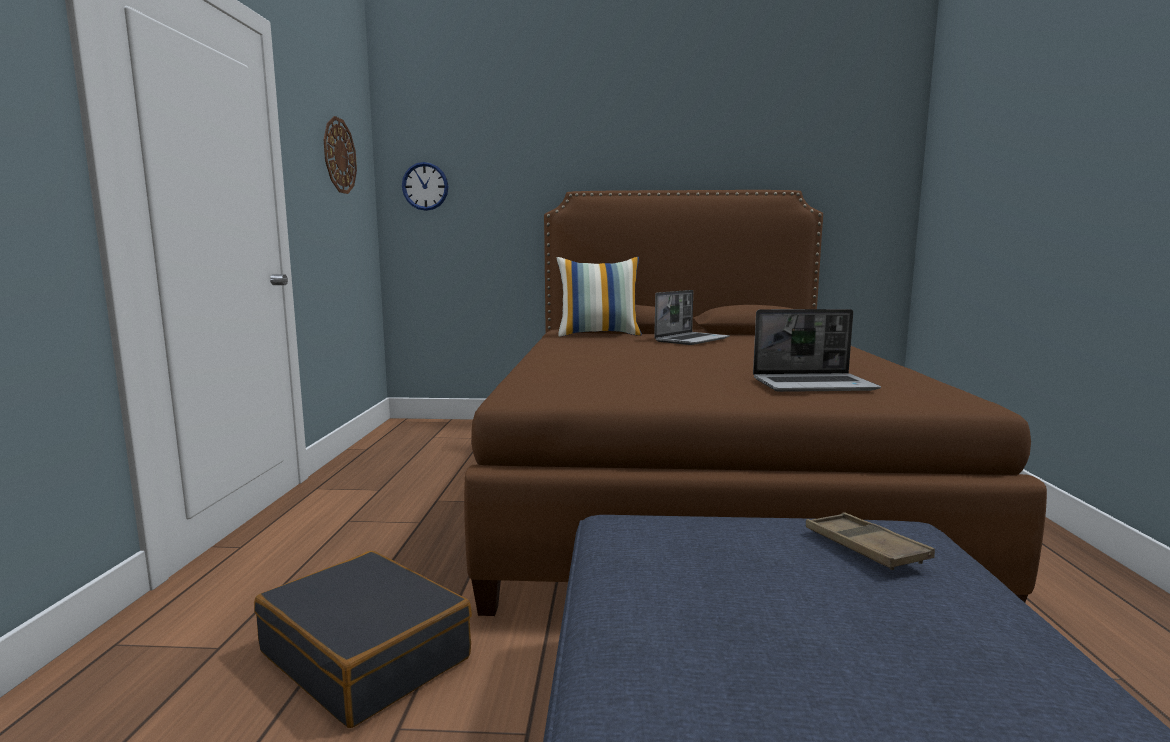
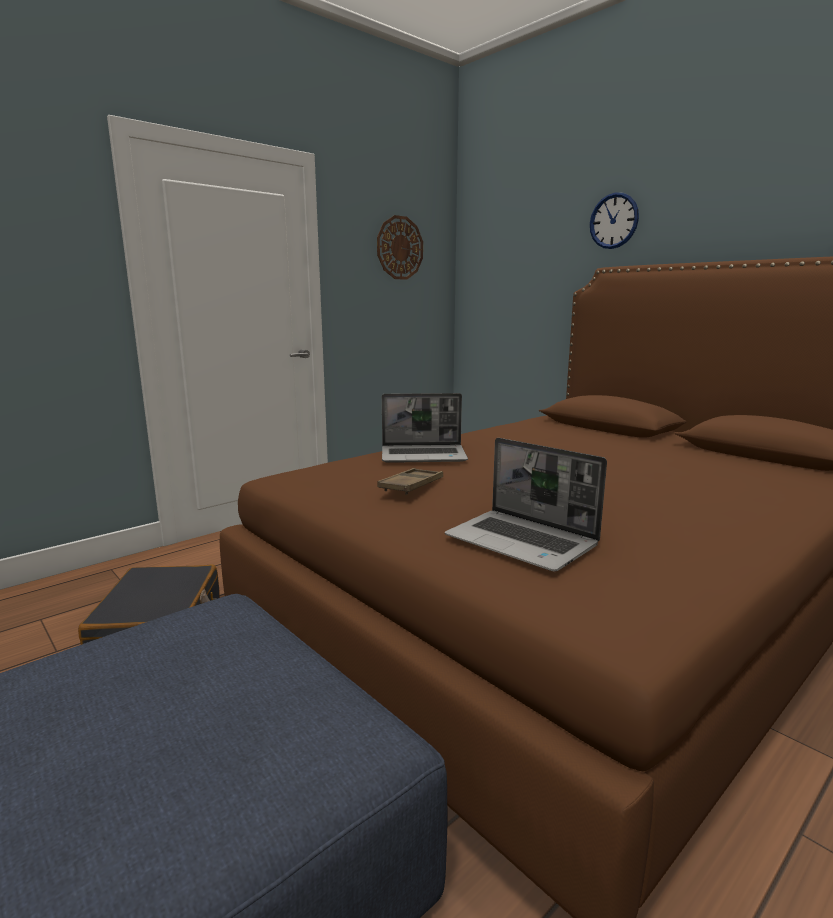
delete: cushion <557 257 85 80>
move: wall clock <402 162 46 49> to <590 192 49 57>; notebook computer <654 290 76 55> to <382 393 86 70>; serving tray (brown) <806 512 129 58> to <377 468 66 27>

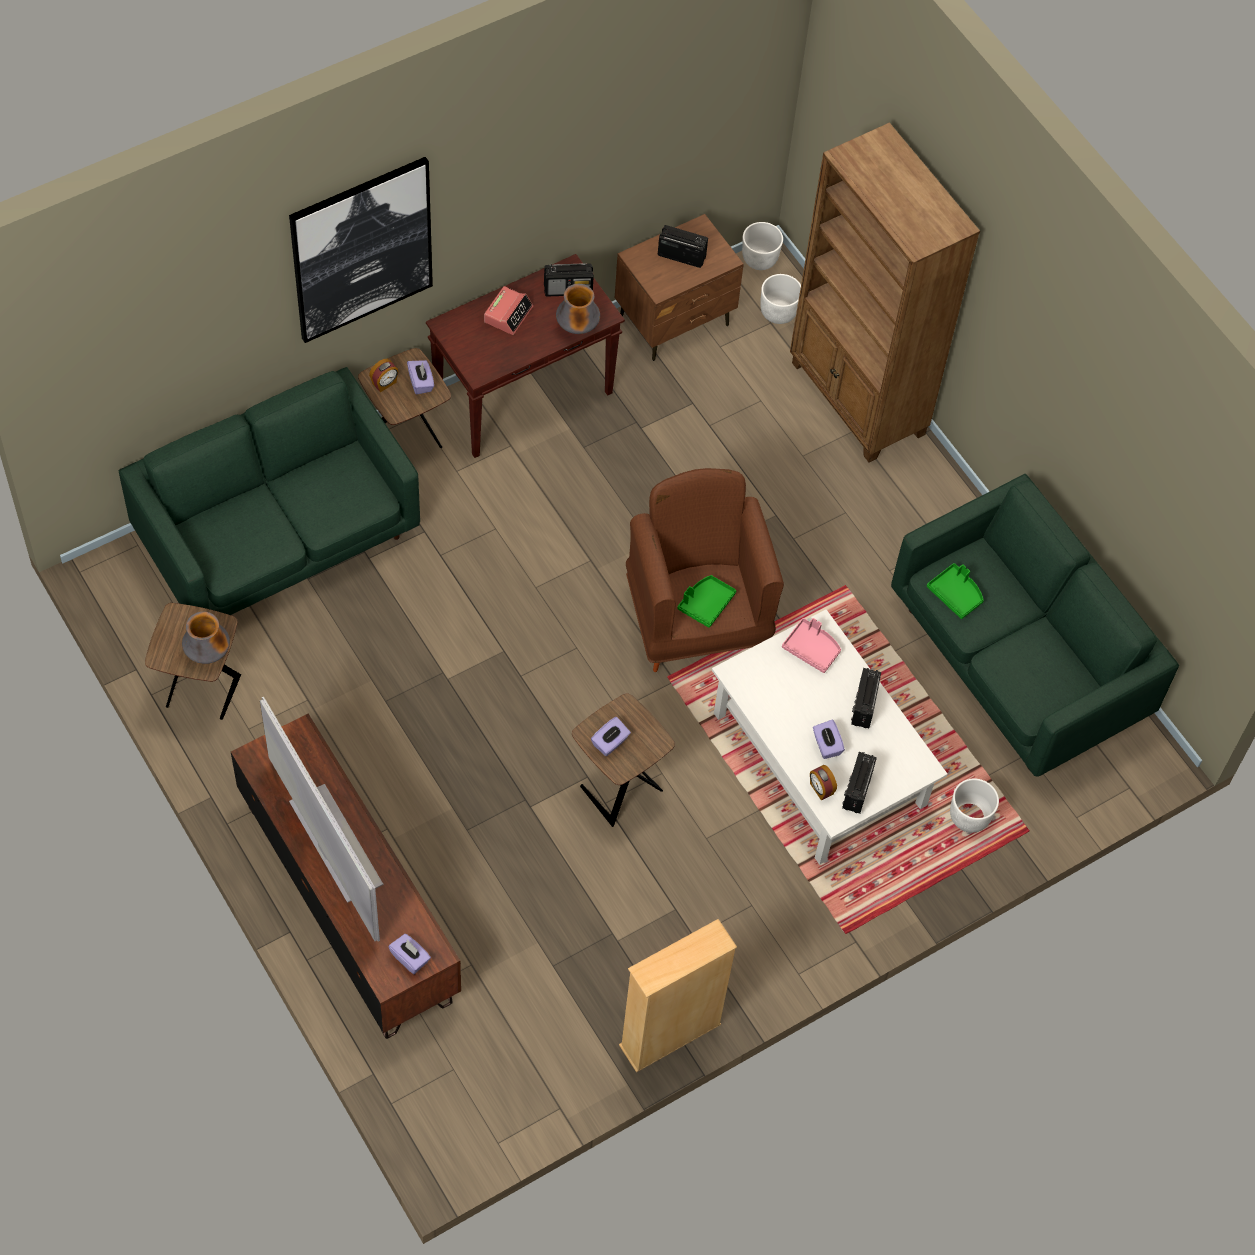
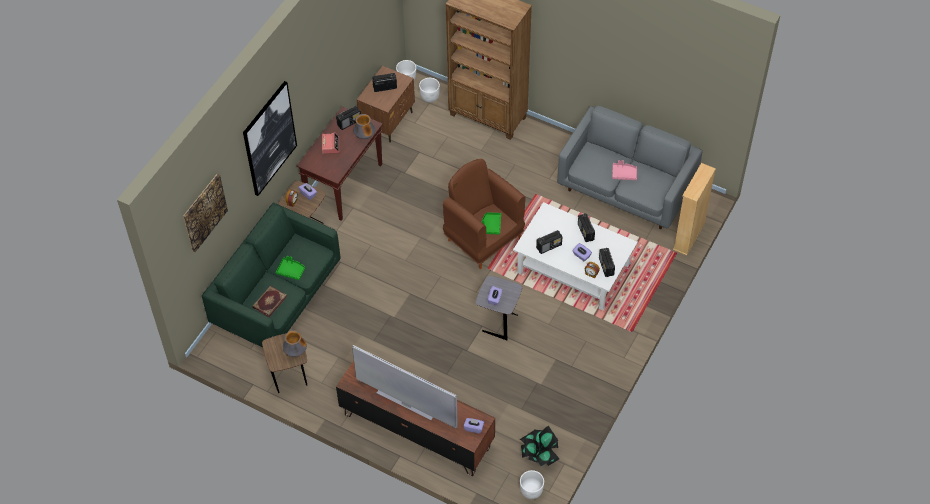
insert: wall picture <183 174 45 78>; radio set <536 230 26 24>; bound book <252 286 35 31>; houseplant <520 425 39 41>
move: serving tray (green) <927 563 57 56> to <276 256 29 24>; serving tray (pink-coloured) <782 618 59 55> to <612 160 25 20>; plant pot (whitish) <950 778 49 55> to <520 470 24 29>; bookshelf (sand-coloured) <619 919 118 154> to <673 163 43 93>
recolor: settee (green) <891 474 288 303> to settee (grey) <557 106 146 123>; accent table (brown) <572 694 103 133> to accent table (grey) <476 276 46 64>

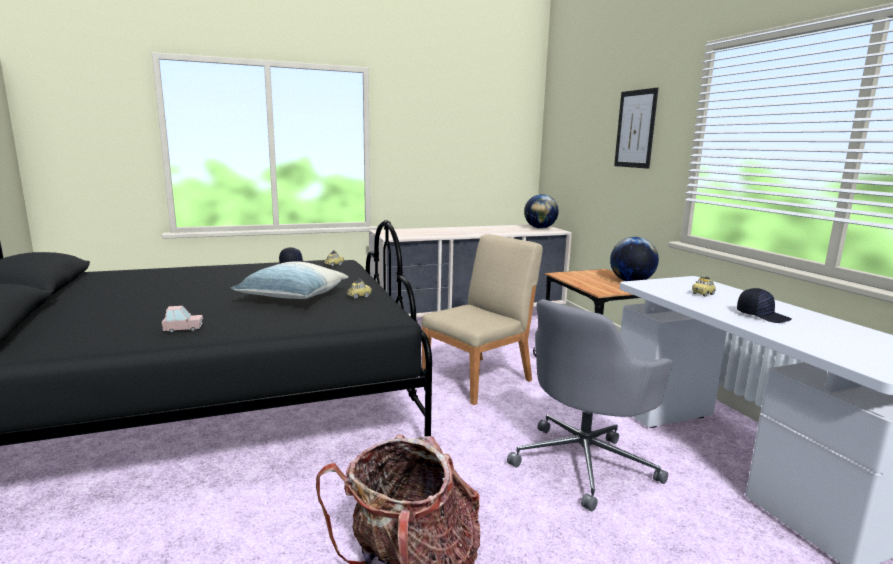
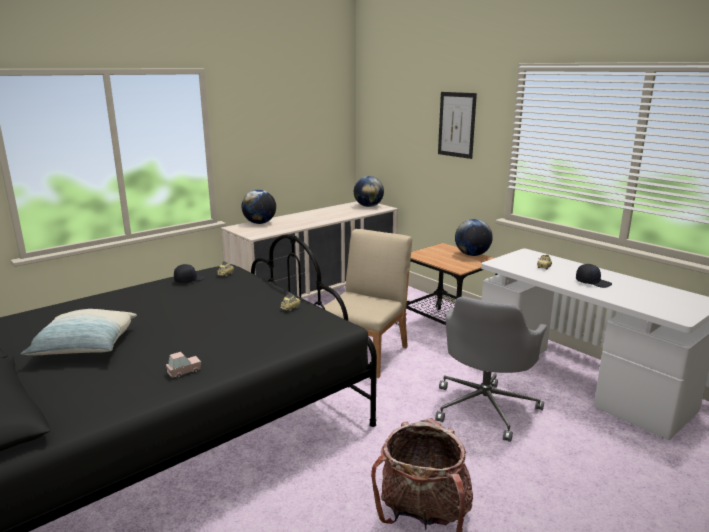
insert: globe <241 189 35 35>
move: cushion <231 261 117 38> to <21 309 116 46>

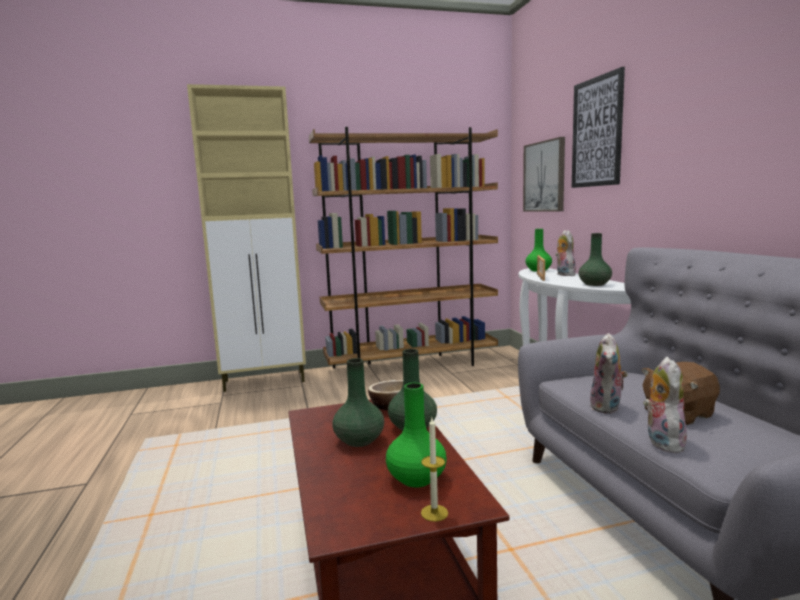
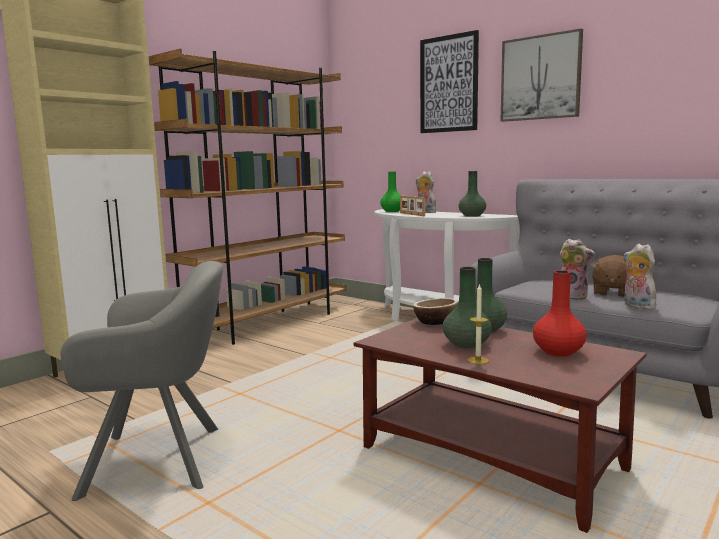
insert: easy chair (grey) <60 261 163 240>
move: wall picture <523 137 42 74> to <501 29 82 93>; wax light <421 418 27 104> to <468 283 21 81>
recolor: flower vase (green) <386 383 61 104> to flower vase (red-coloured) <533 270 54 87>
rotate: cuddly toy <590 333 38 81> = <560 239 35 61> 45 degrees counterclockwise

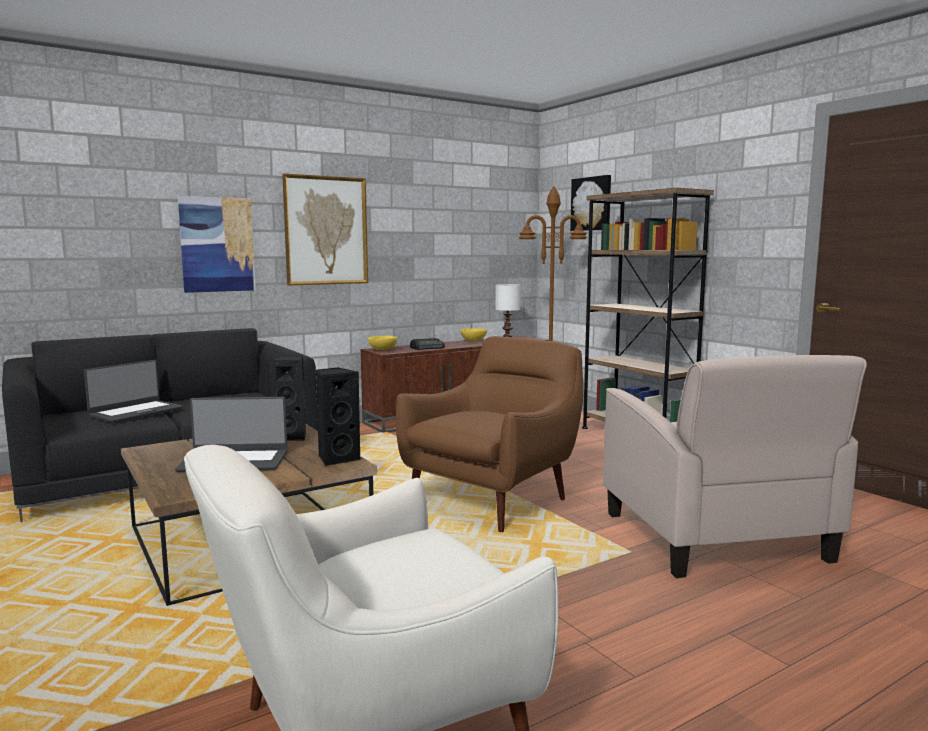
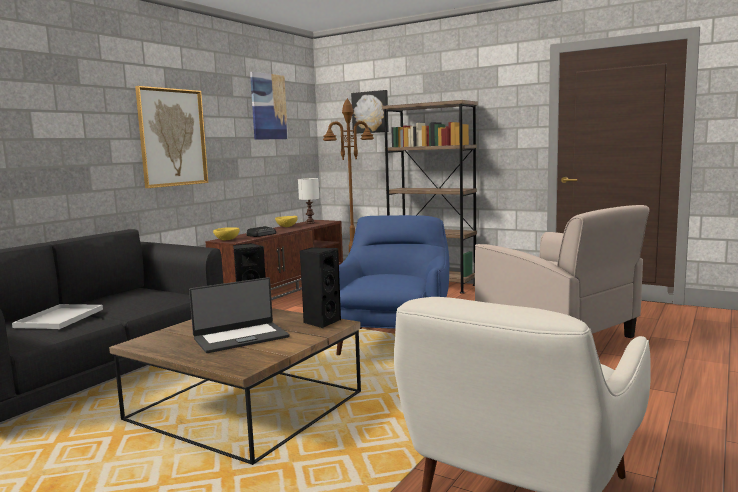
move: wall picture <178 196 77 97> to <250 72 38 68>
replace: notebook computer <84 360 99 63> to serving tray (whitish) <12 304 91 25>
recolor: easy chair (brown) <396 336 188 196> to easy chair (bluish) <336 215 113 140>

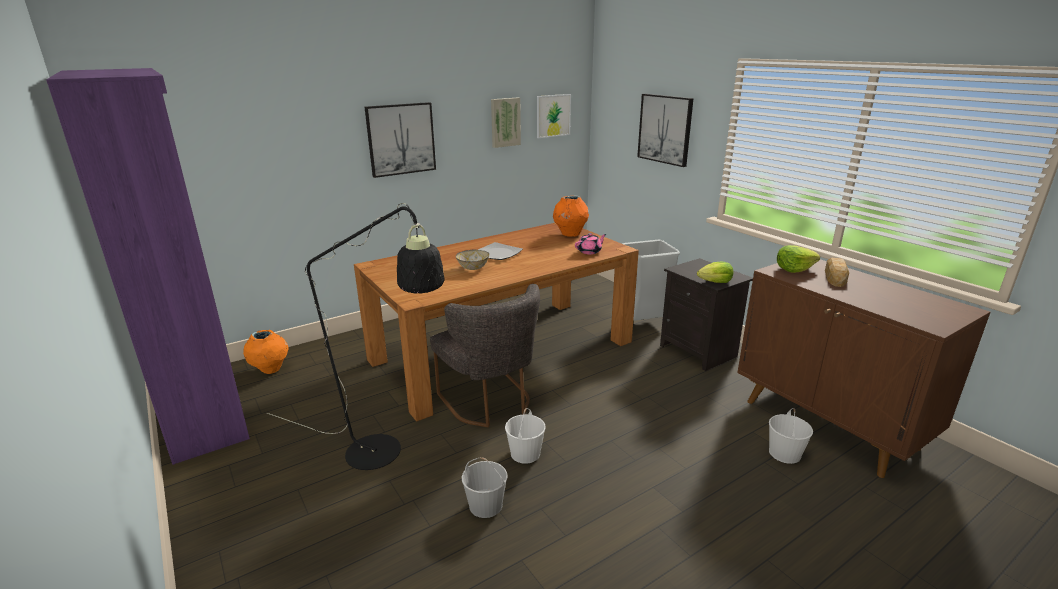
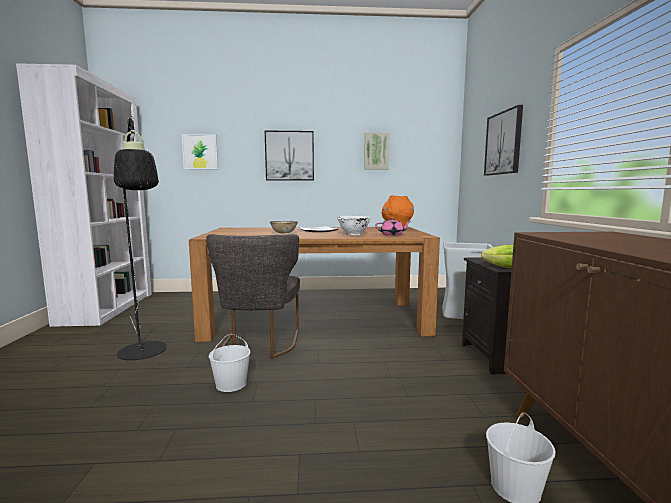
delete: head of lettuce <777 245 43 28>; baked bread <825 258 24 29>; flower vase (orange) <243 330 46 44>; water bucket (whitish) <462 457 46 61>
insert: deep dish (whitish) <337 216 34 19>
move: wall picture <537 94 34 44> to <181 134 37 35>
recolor: bookshelf (purple-coloured) <46 68 204 397> to bookshelf (whitish) <16 63 136 264>

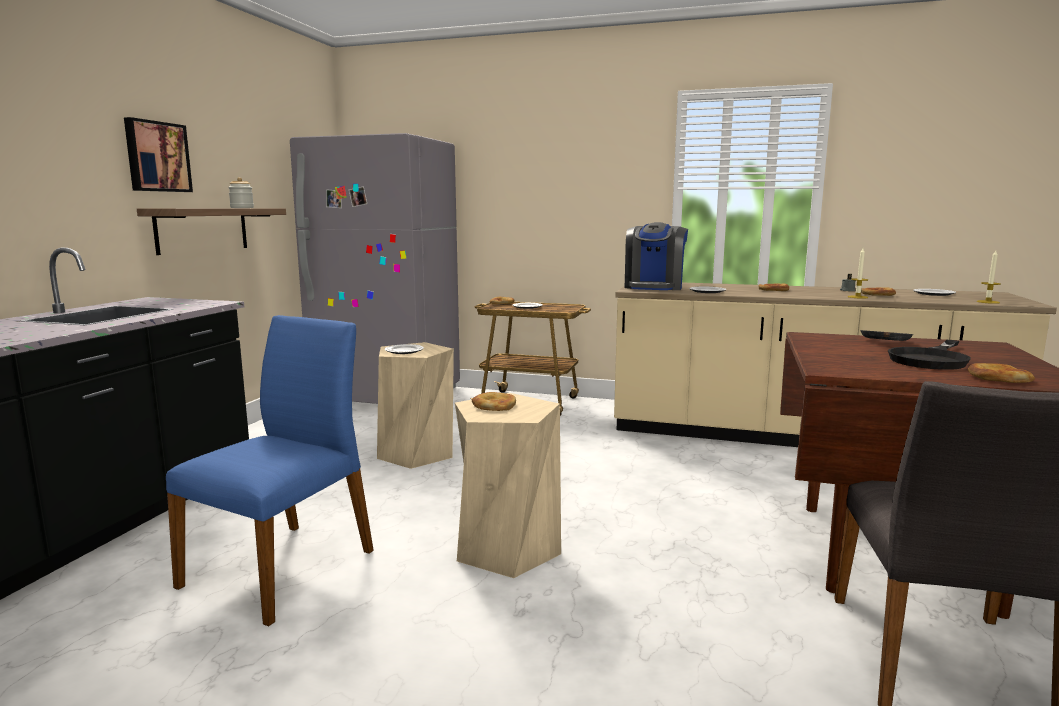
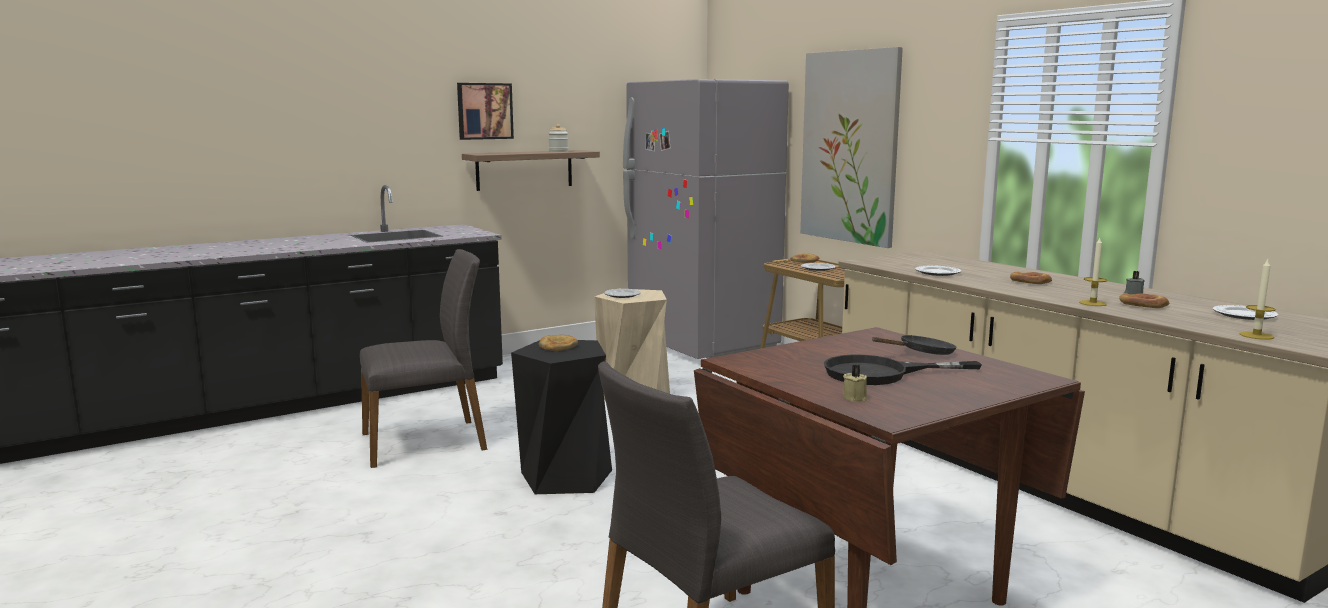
delete: coffee maker <625 222 63 68>
insert: wall picture <800 47 103 201>
replace: baked bread <968 363 67 20> to wax light (sand-coloured) <843 365 24 37>
recolor: upright chair (bluish) <166 315 208 311> to upright chair (grey) <360 249 127 219>; sitting stool (sand-coloured) <455 393 106 185> to sitting stool (black) <511 340 101 154>

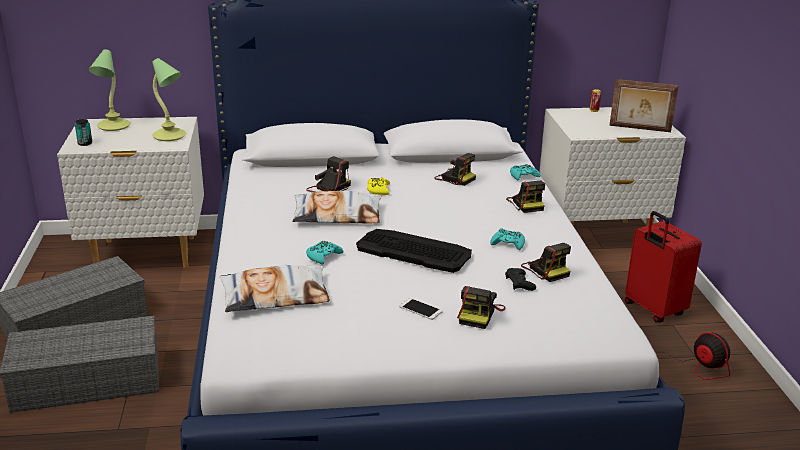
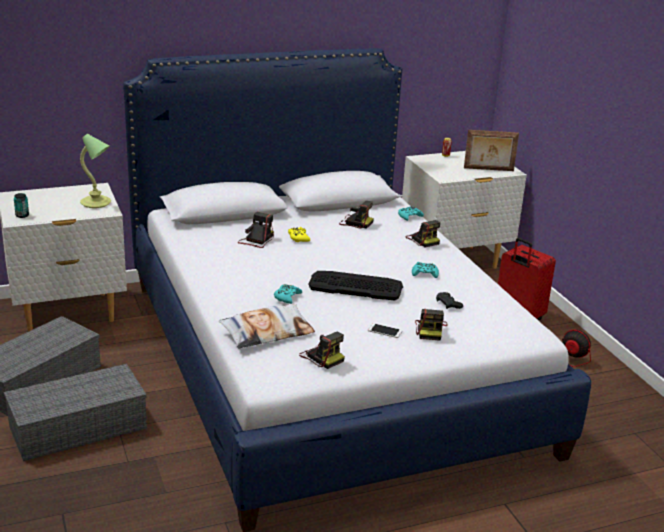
delete: tabletop lamp <89 50 41 81>; cushion <292 191 90 33>
move: photo camera <521 243 50 39> to <299 332 46 37>

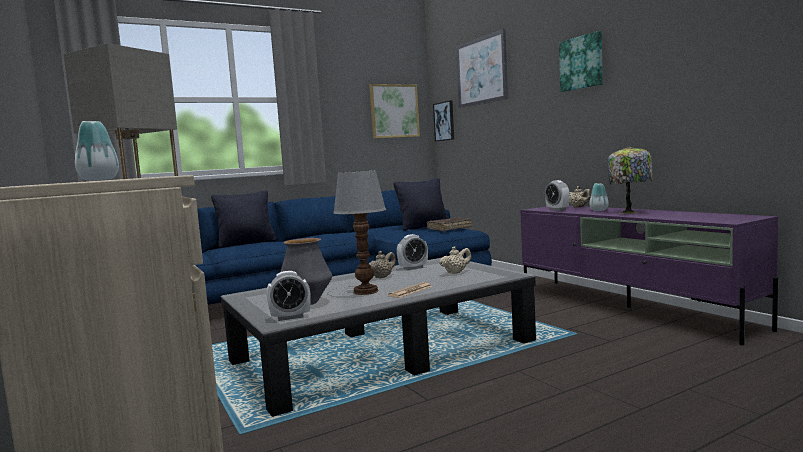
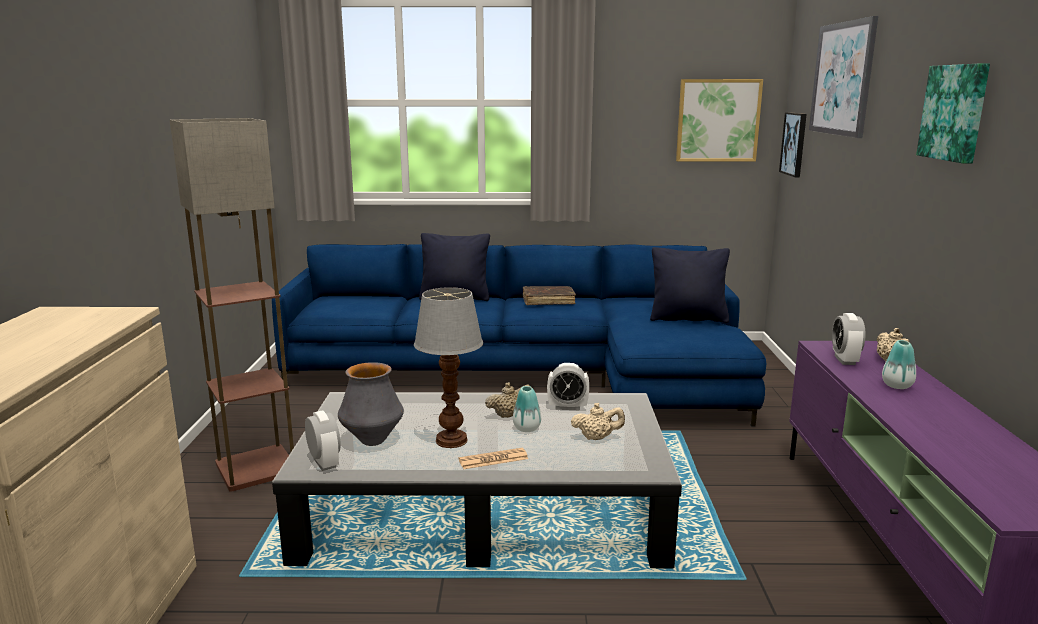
delete: tabletop lamp <608 147 45 67>
move: flower vase <75 121 44 60> to <513 386 28 46>; bound book (brown) <426 218 45 13> to <523 286 53 19>
rotate: alarm clock <267 271 44 50> = <305 411 36 60> 135 degrees counterclockwise

